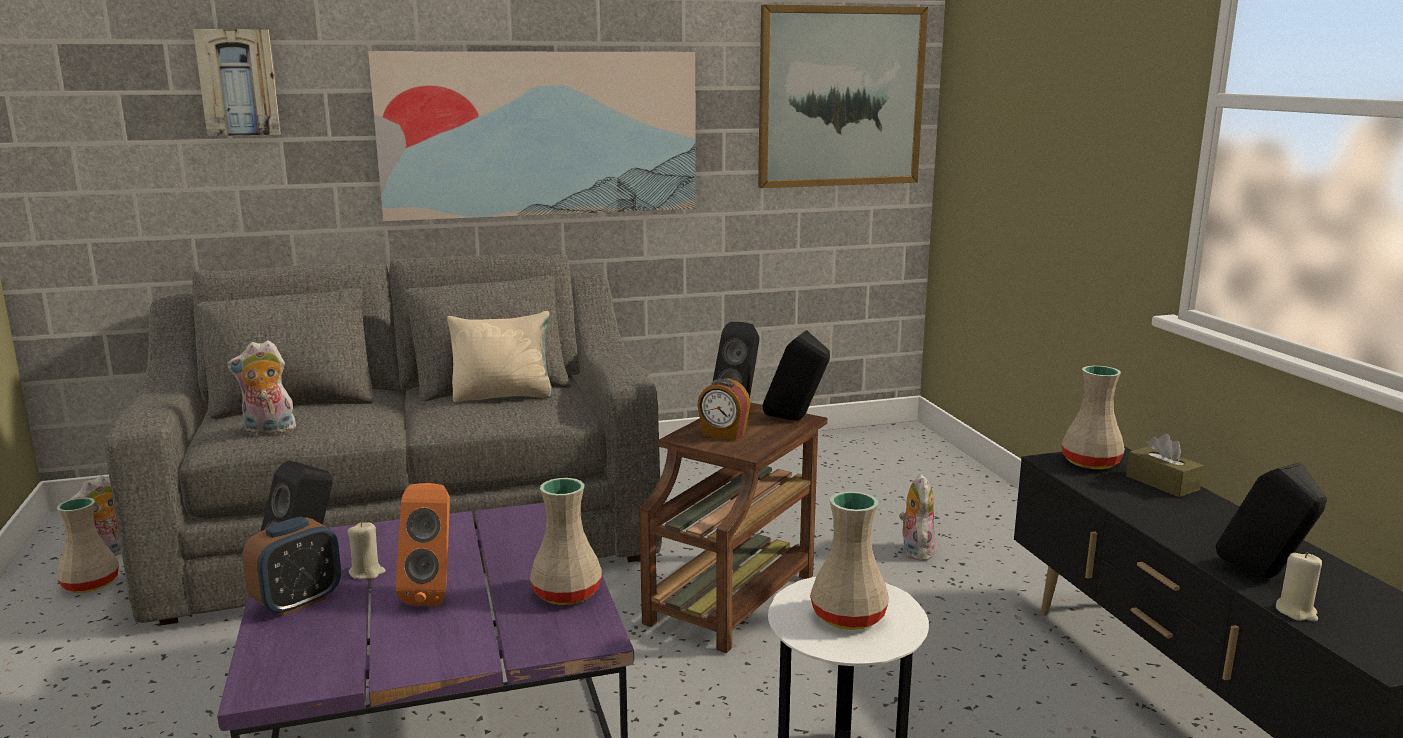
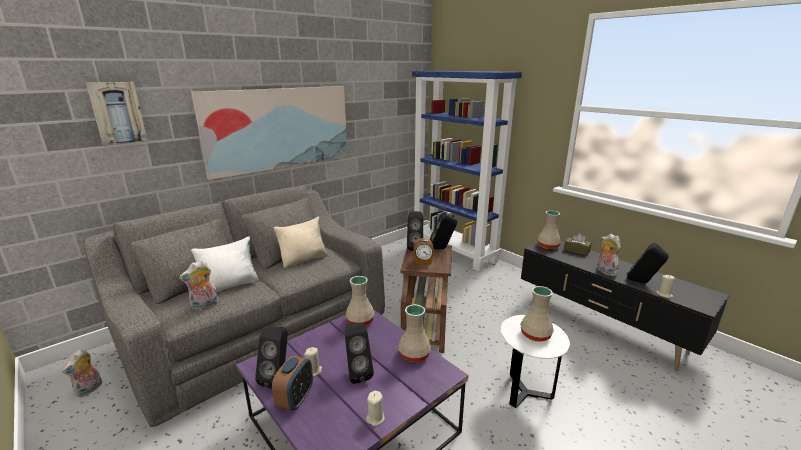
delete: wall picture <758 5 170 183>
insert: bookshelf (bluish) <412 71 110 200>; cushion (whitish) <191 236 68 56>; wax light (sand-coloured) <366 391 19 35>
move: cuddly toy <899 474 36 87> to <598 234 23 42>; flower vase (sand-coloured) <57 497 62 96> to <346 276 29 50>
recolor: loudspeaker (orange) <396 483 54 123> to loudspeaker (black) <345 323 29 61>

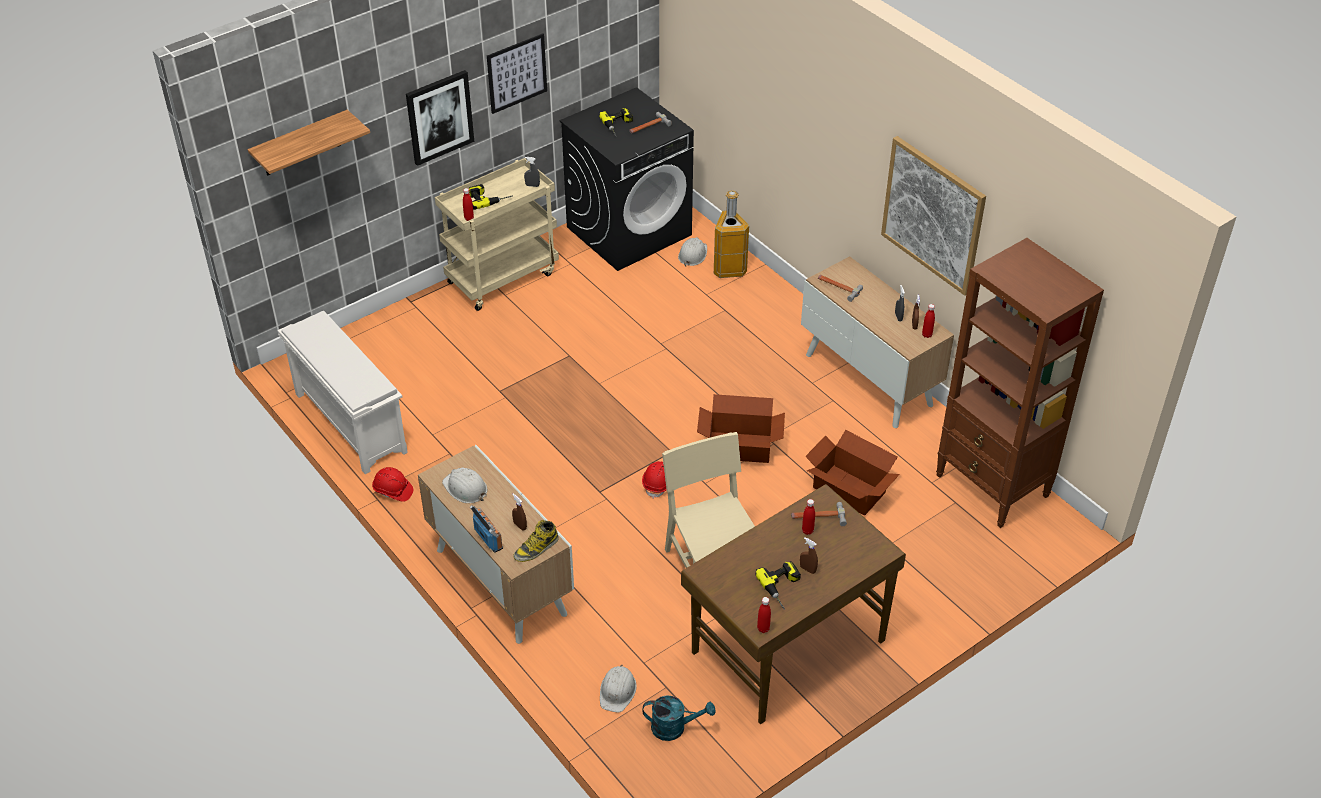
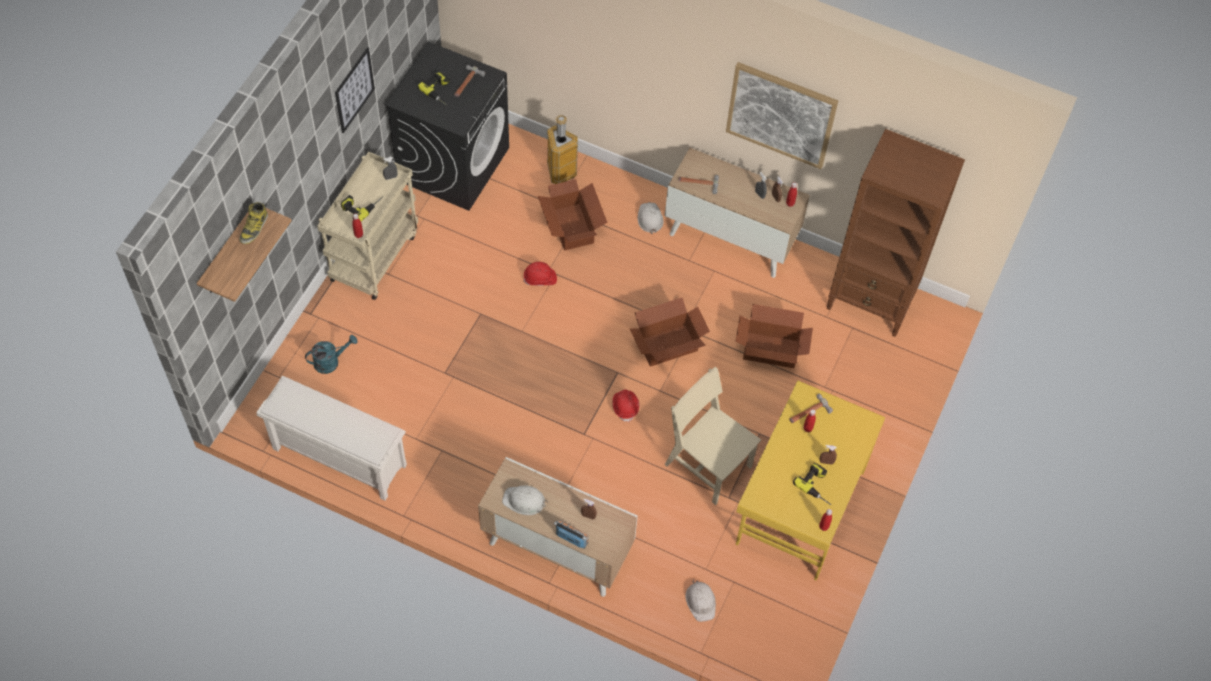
delete: wall picture <406 70 68 96>
insert: cardboard box <538 179 69 71>
move: hard hat (whitish) <678 237 29 29> to <638 202 26 32>; hard hat (red-coloured) <372 467 41 35> to <523 262 34 24>; high-top boot <513 520 46 42> to <239 202 29 42>; sprinkling can (turquoise) <642 695 74 46> to <305 335 53 39>
recolor: desk (brown) <681 484 225 240> to desk (yellow-coloured) <736 381 149 200>

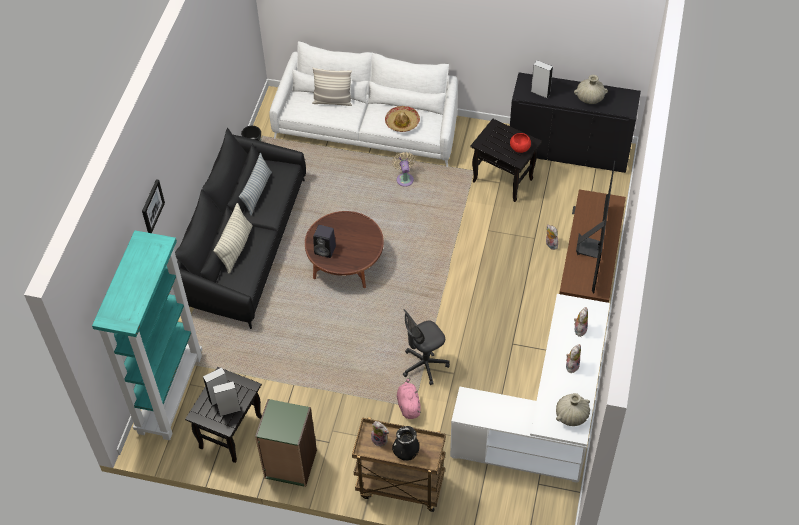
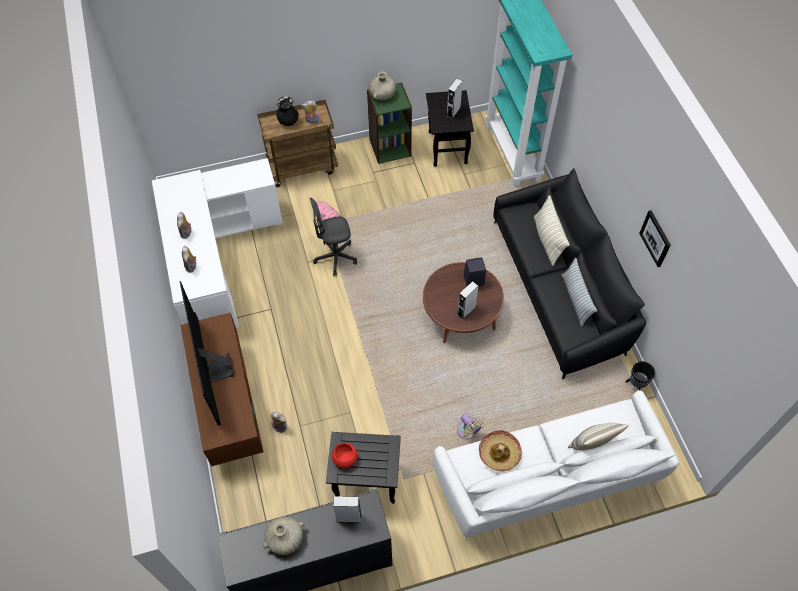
move: wall picture <142 179 23 54> to <639 210 32 57>; loudspeaker (grey) <213 381 28 36> to <457 281 21 39>; flower vase (sand-coloured) <556 393 34 33> to <369 71 27 29>
rotate: office chair (grey) <403 309 47 76> = <310 198 47 78> 135 degrees counterclockwise

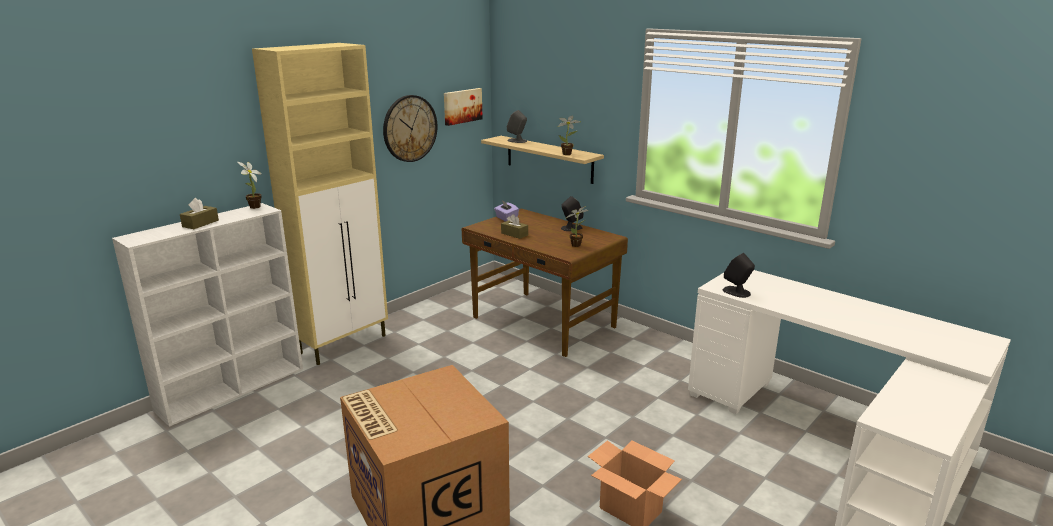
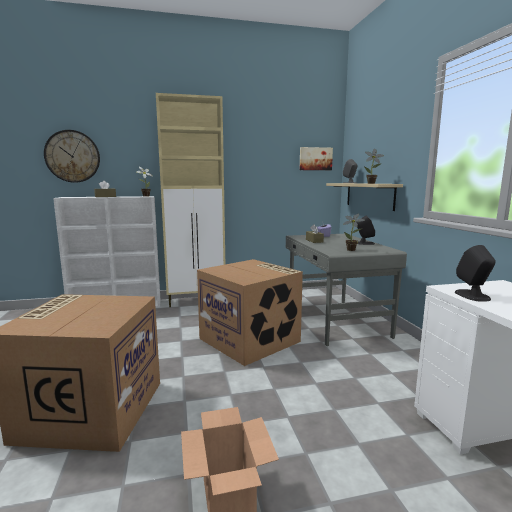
insert: cardboard box <197 259 106 107>
move: wall clock <383 95 55 67> to <44 130 56 53>
recolor: desk (brown) <462 208 166 149> to desk (grey) <286 234 121 112>

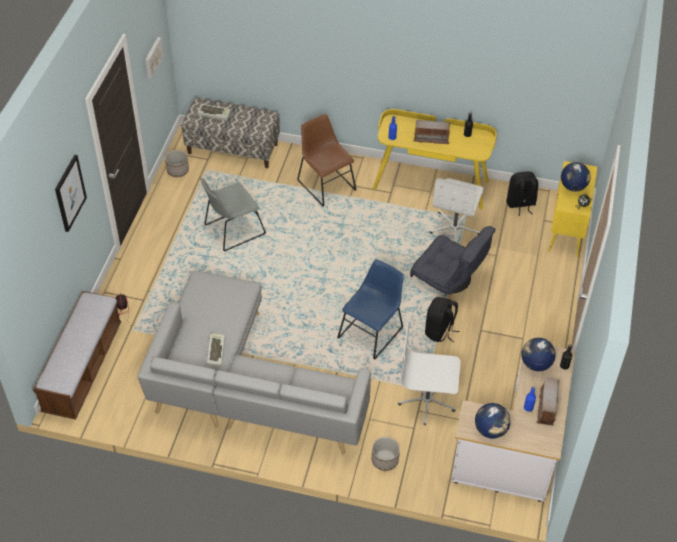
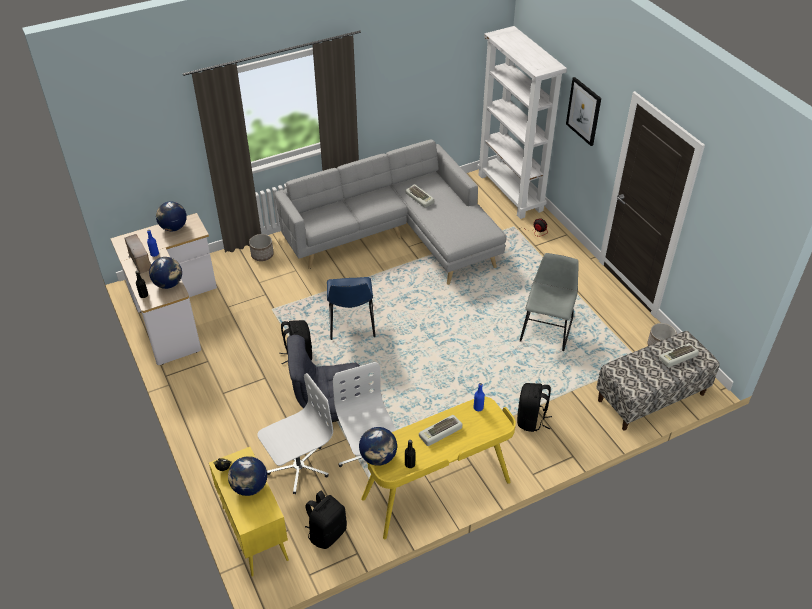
delete: wall picture <145 37 19 42>
insert: globe <359 427 38 39>
move: office chair (whitish) <398 322 63 103> to <257 373 76 121>
replace: upright chair (brown) <297 114 59 92> to rucksack (black) <517 383 35 49>; radio set <413 120 37 24> to PC keyboard <419 415 43 31>; bench <33 291 88 129> to bookshelf (whitish) <477 26 90 193>

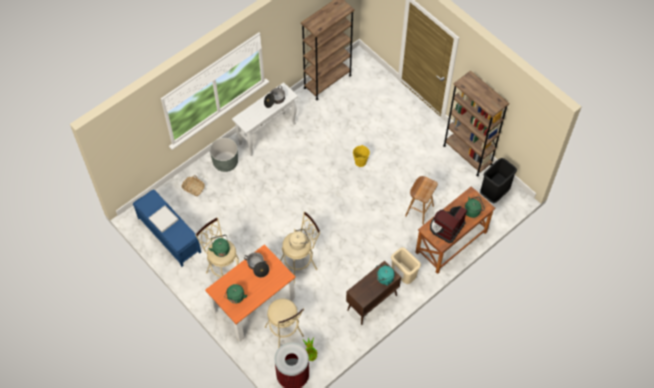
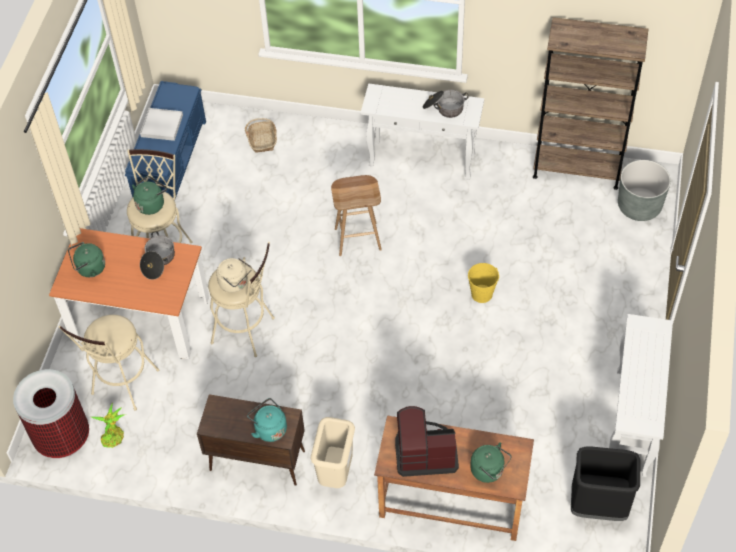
move: plant pot (grey) <210 138 28 34> to <618 160 53 61>; sitting stool (brown) <405 176 33 49> to <331 175 51 81>
replace: bookshelf (brown) <443 70 67 106> to narrow table (whitish) <609 314 64 163>

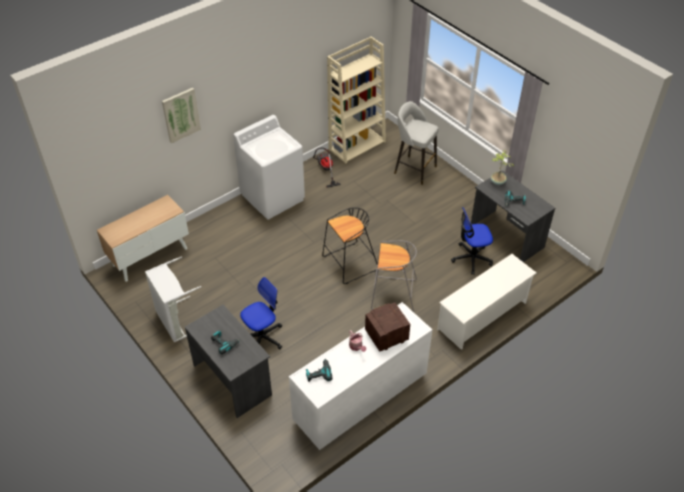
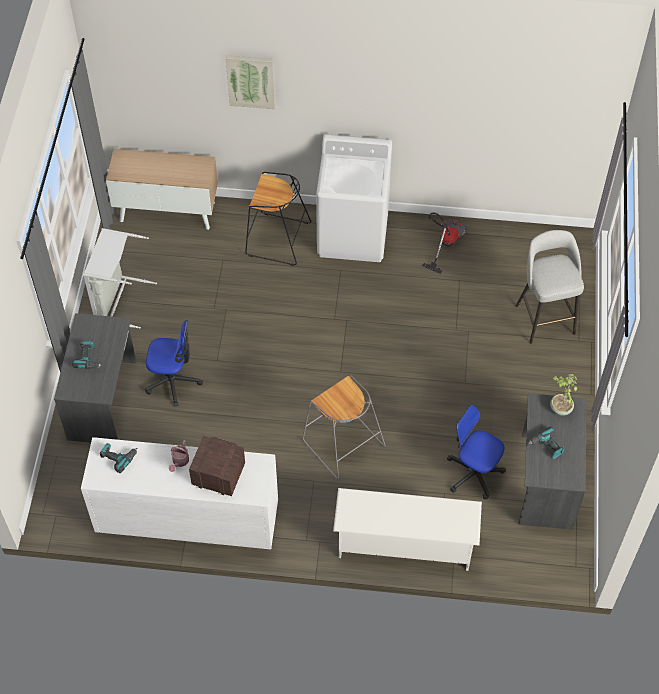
delete: bookshelf (sand-coloured) <327 36 59 127>
move: sitting stool (black) <322 207 56 77> to <245 172 66 94>

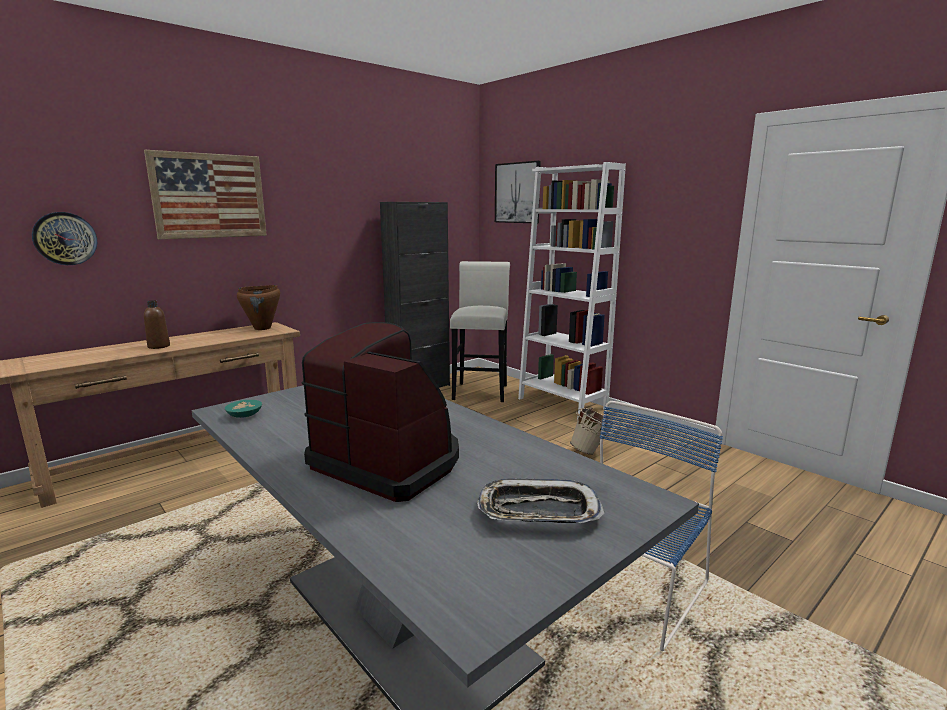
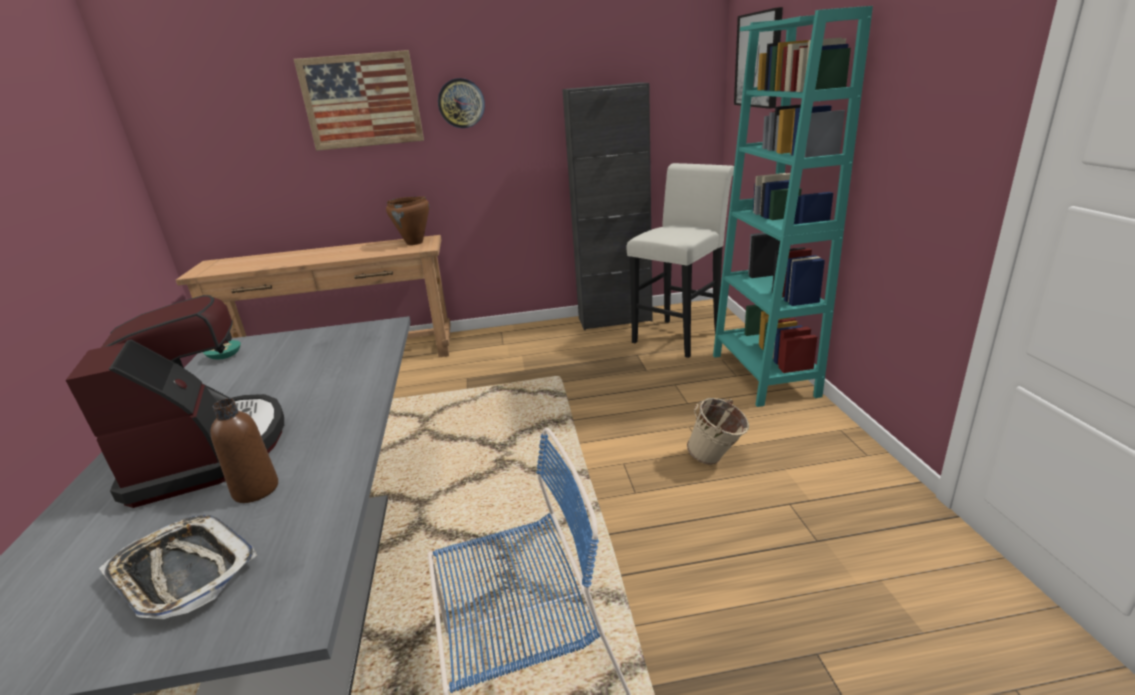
move: wall clock <32 212 65 53> to <438 78 47 50>; beverage bottle (brown) <144 300 26 49> to <210 399 68 104>
recolor: bookshelf (whitish) <518 162 108 258> to bookshelf (turquoise) <713 6 160 401>

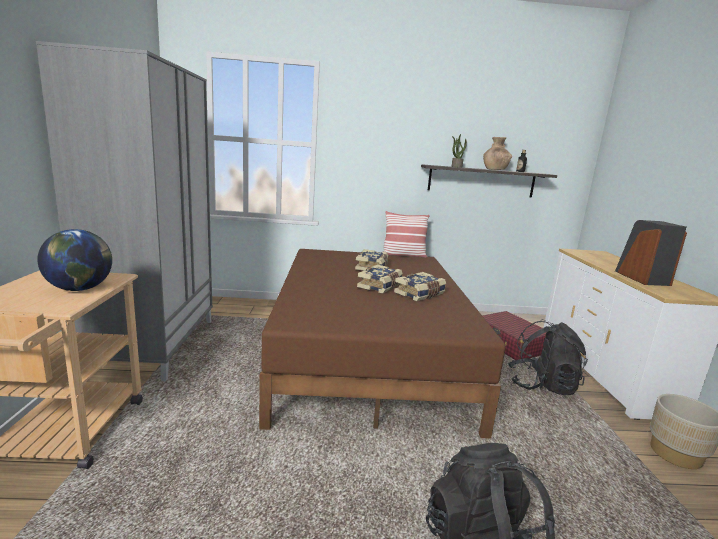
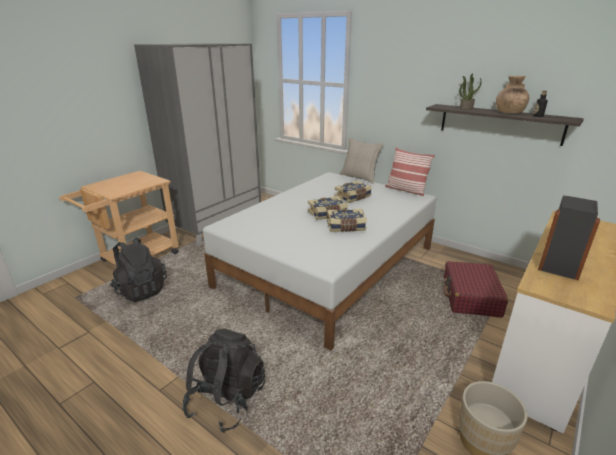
delete: globe <37 229 75 62>
insert: cushion (sand-coloured) <340 138 44 46>
move: rucksack (black) <508 319 80 76> to <110 238 57 64>
recolor: bedroom bed (brown) <259 249 247 190> to bedroom bed (whitish) <203 172 233 179>

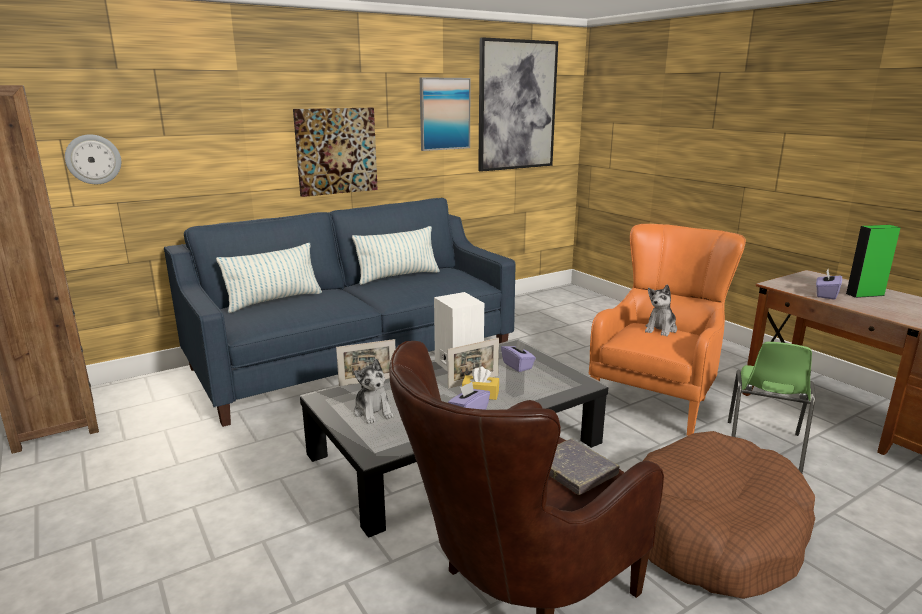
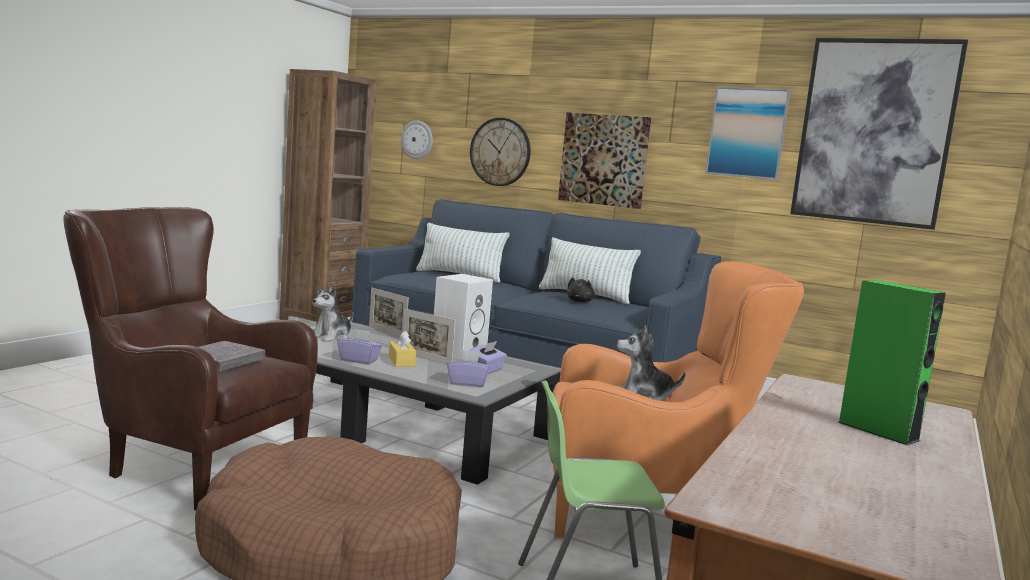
insert: wall clock <470 118 61 68>; cuddly toy (black) <567 277 28 25>
move: box of tissues (purple-coloured) <816 269 26 31> to <447 350 43 37>

